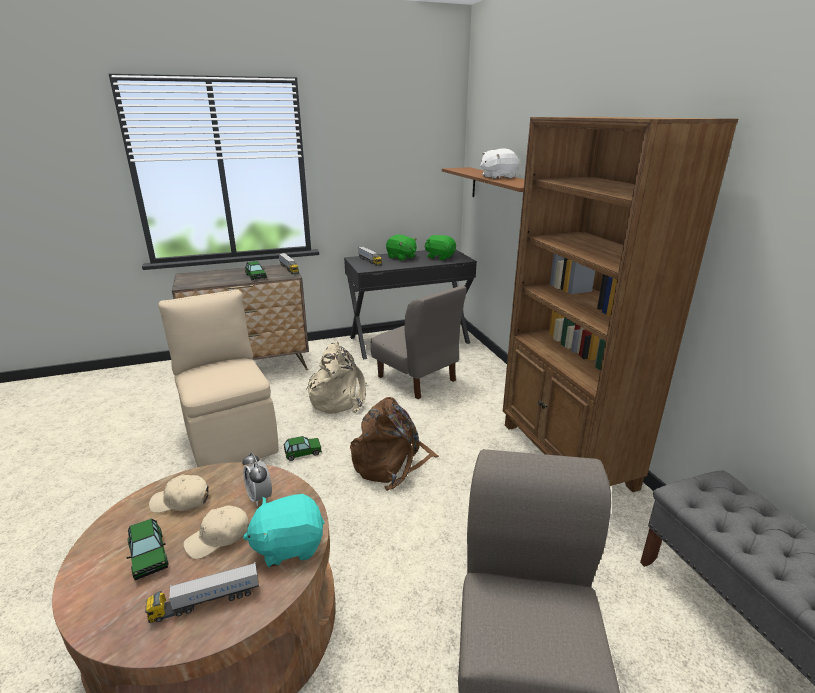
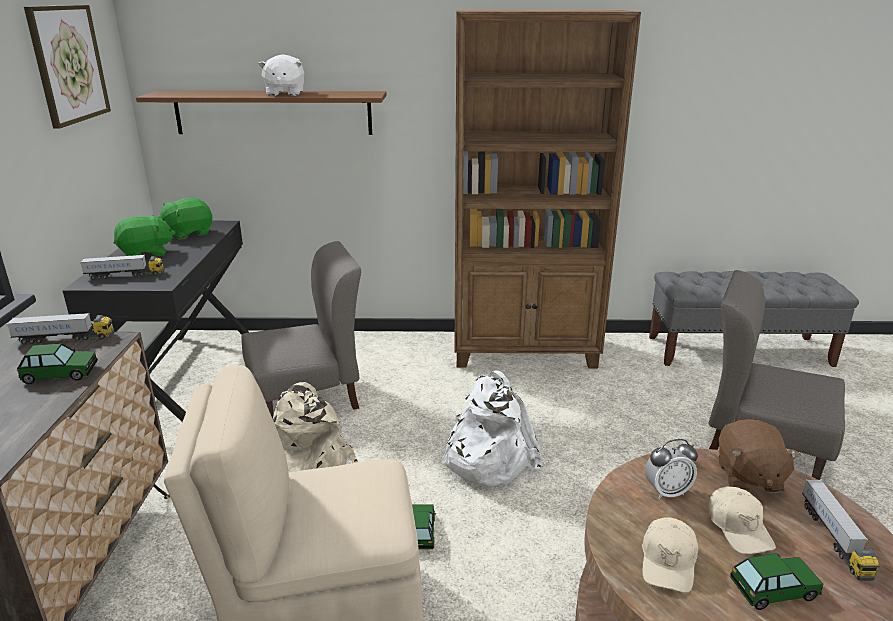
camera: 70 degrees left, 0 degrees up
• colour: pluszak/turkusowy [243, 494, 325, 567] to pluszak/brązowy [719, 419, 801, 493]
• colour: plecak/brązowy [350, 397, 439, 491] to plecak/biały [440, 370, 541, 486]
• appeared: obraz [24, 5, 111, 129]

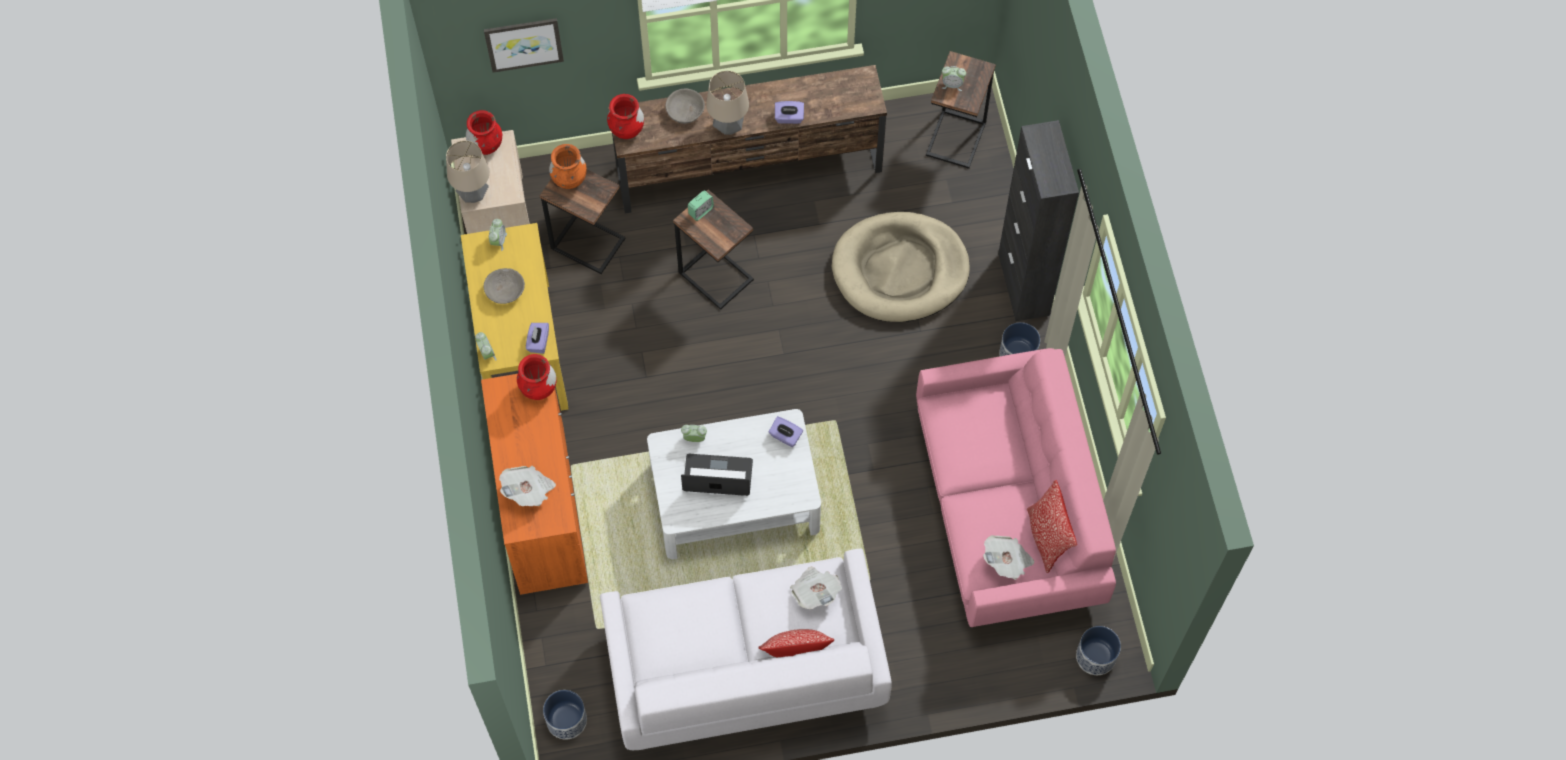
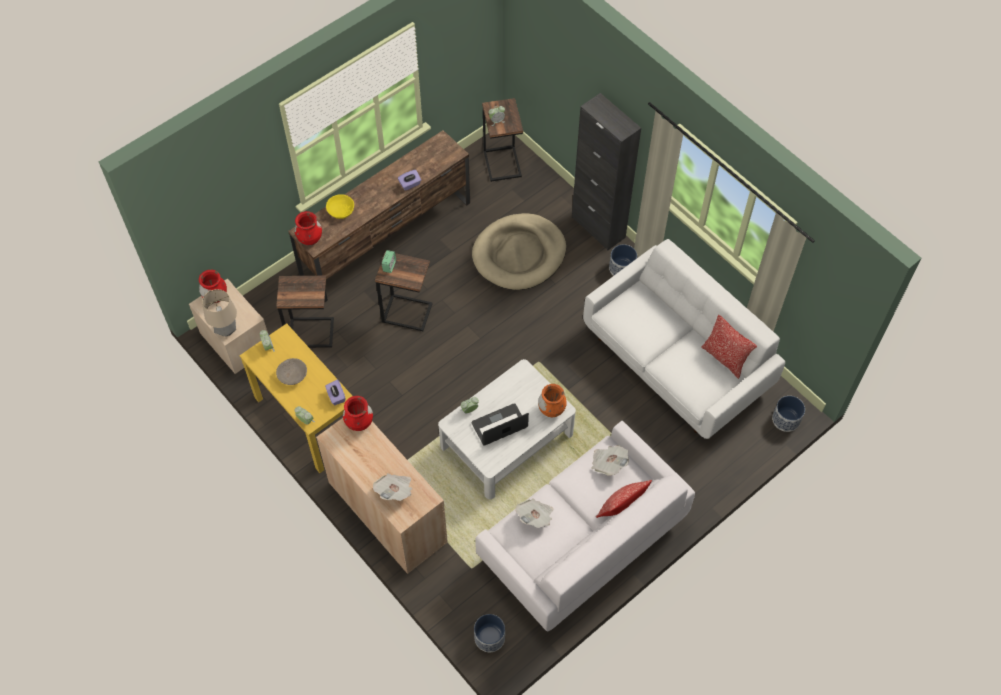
camera: 30 degrees left, 5 degrees down
• colour: szafka/pomarańczowy [481, 374, 588, 595] to szafka/beżowy [316, 418, 448, 574]
• missing: obraz [484, 18, 564, 73]
• relocated: wazon/pomarańczowy [549, 144, 587, 189] to [538, 384, 567, 417]
• colour: miska/szary [665, 89, 705, 124] to miska/żółty [326, 194, 354, 219]
• missing: lampa stołowa [706, 71, 749, 135]
• missing: pudełko chusteczek/fioletowy [769, 416, 803, 447]
• colour: kanapa/różowy [916, 348, 1116, 627] to kanapa/biały [583, 239, 785, 439]
• relocated: gazeta [983, 535, 1034, 579] to [515, 498, 554, 528]

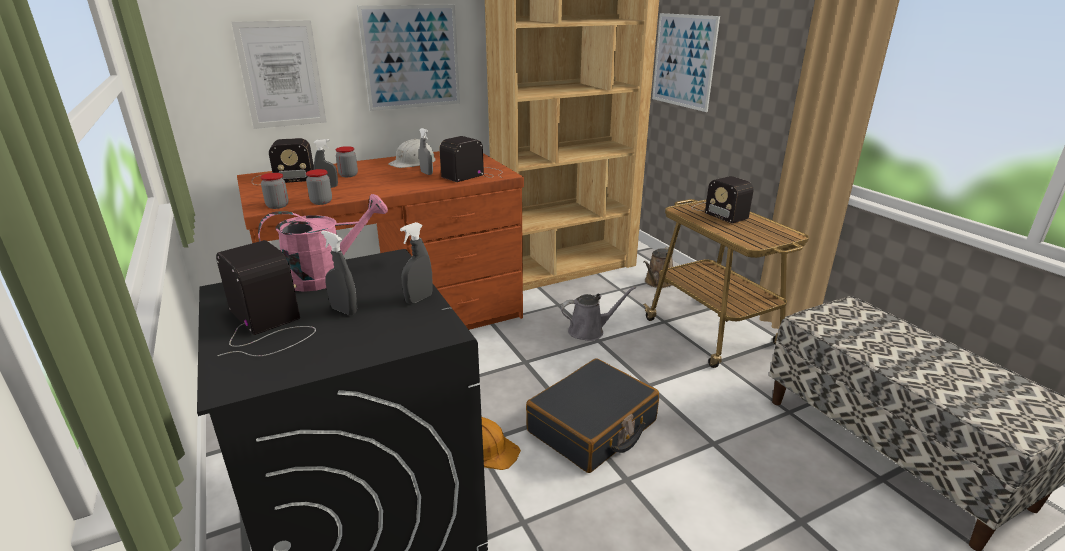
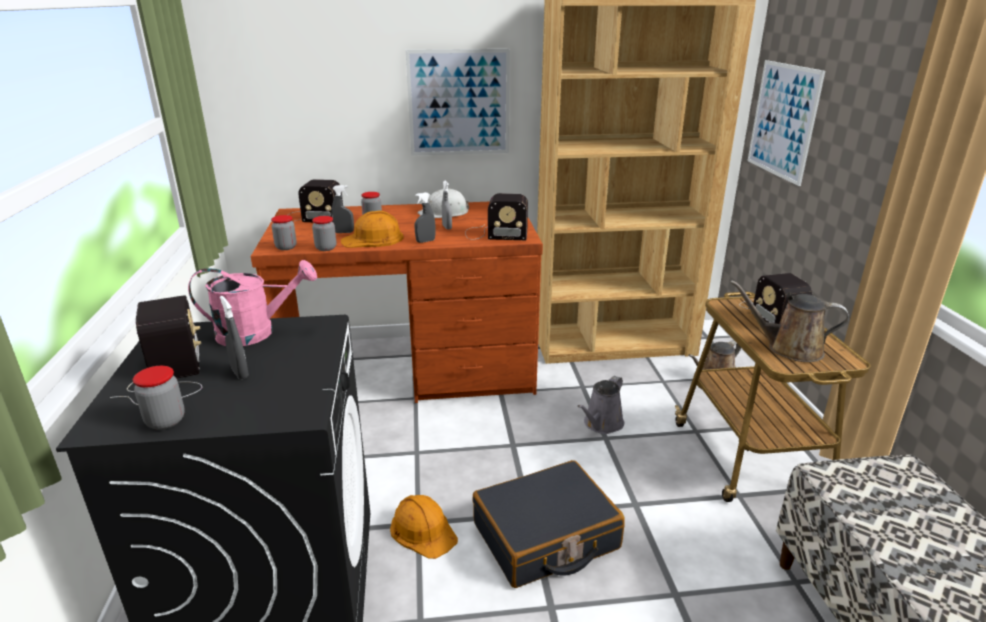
camera: 20 degrees right, 0 degrees up
• missing: obraz [232, 20, 326, 129]
• relocated: spryskiwacz/szary [400, 222, 433, 304] to [415, 192, 435, 243]
• spun: radio [439, 136, 502, 182] = [465, 193, 528, 240] 150 degrees counterclockwise
• spun: konewka/szary [561, 286, 636, 341] = [577, 376, 624, 434] 120 degrees clockwise
• appeared: słoik [133, 366, 185, 430]
• appeared: kask/pomarańczowy [341, 211, 404, 248]
• appeared: konewka/brązowy [730, 280, 849, 362]

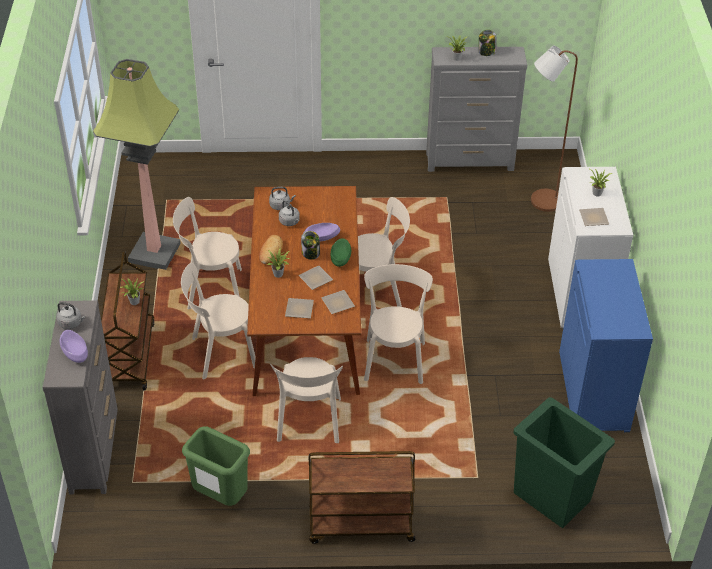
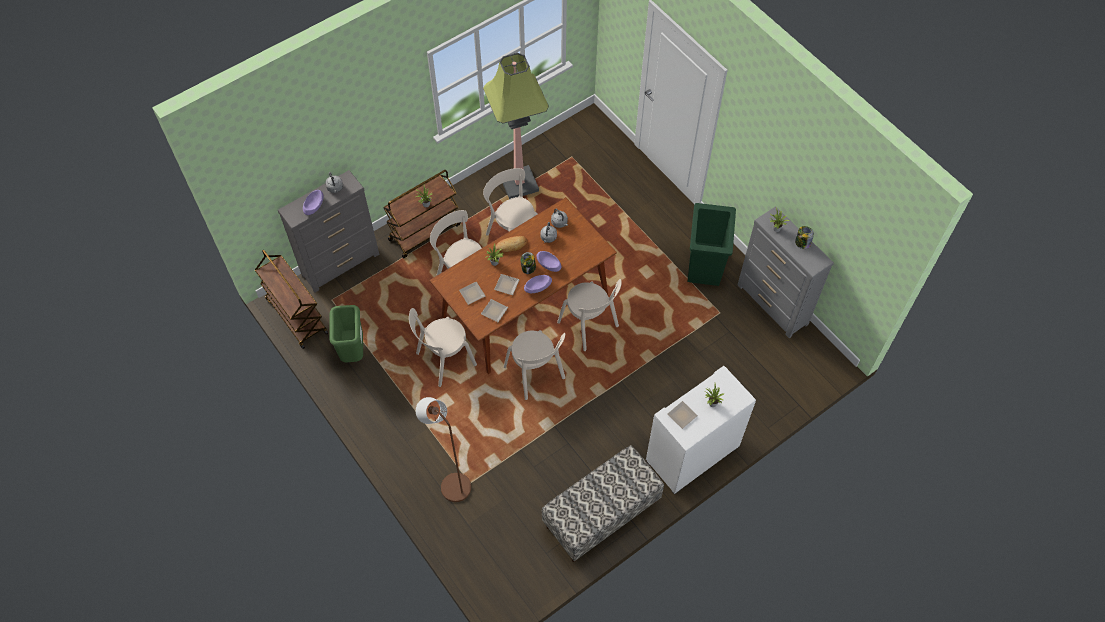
camera: 55 degrees right, 15 degrees up
• relocated: wózek/brązowy [309, 451, 415, 544] to [255, 250, 328, 349]
• colour: miska/zielony [331, 238, 351, 267] to miska/fioletowy [524, 275, 552, 293]
• spun: krzesło/beżowy [364, 264, 433, 384] = [504, 330, 565, 400] 90 degrees clockwise
• relocated: kosz na śmieci/zielony [514, 397, 615, 528] to [688, 203, 736, 286]
• relocated: lampa stojąca/brązowy [531, 46, 578, 212] to [416, 397, 471, 502]
• exchanged: szafka/niebieski [559, 259, 653, 432] to ławka [542, 445, 664, 562]

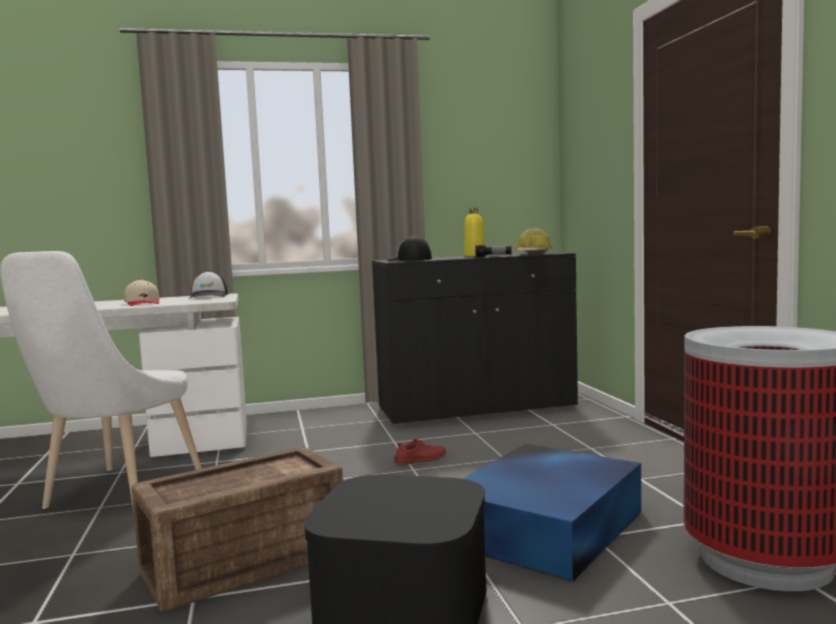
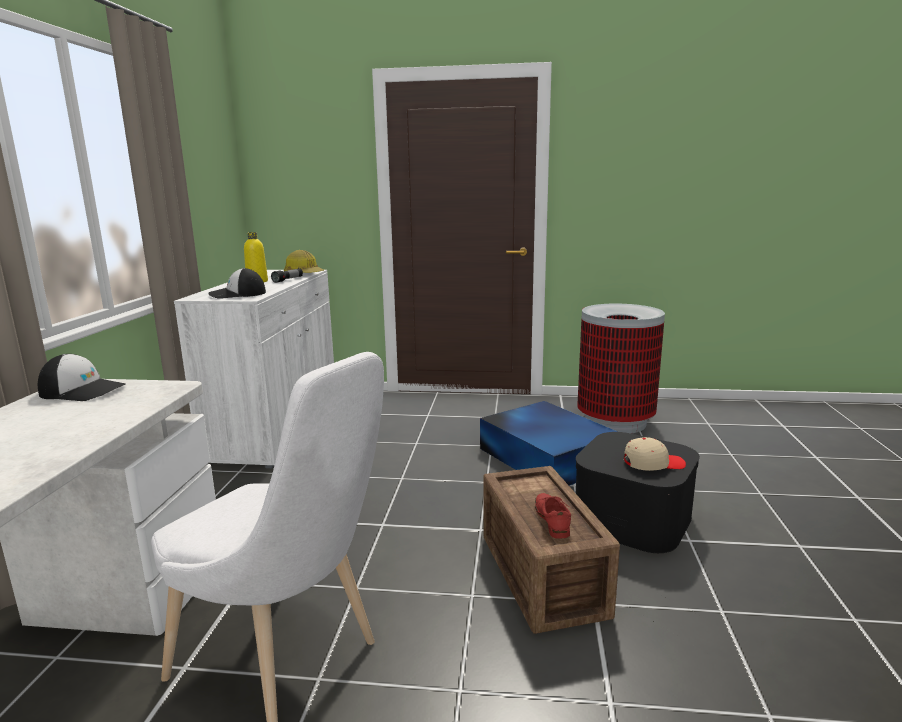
camera: 70 degrees left, 10 degrees up
• relocated: czapka z daszkiem/beżowy [124, 279, 159, 306] to [624, 437, 686, 471]
• colour: szafka/czarny [372, 252, 578, 427] to szafka/biały [174, 270, 334, 468]
• relocated: but/czerwony [394, 439, 446, 465] to [535, 493, 571, 539]

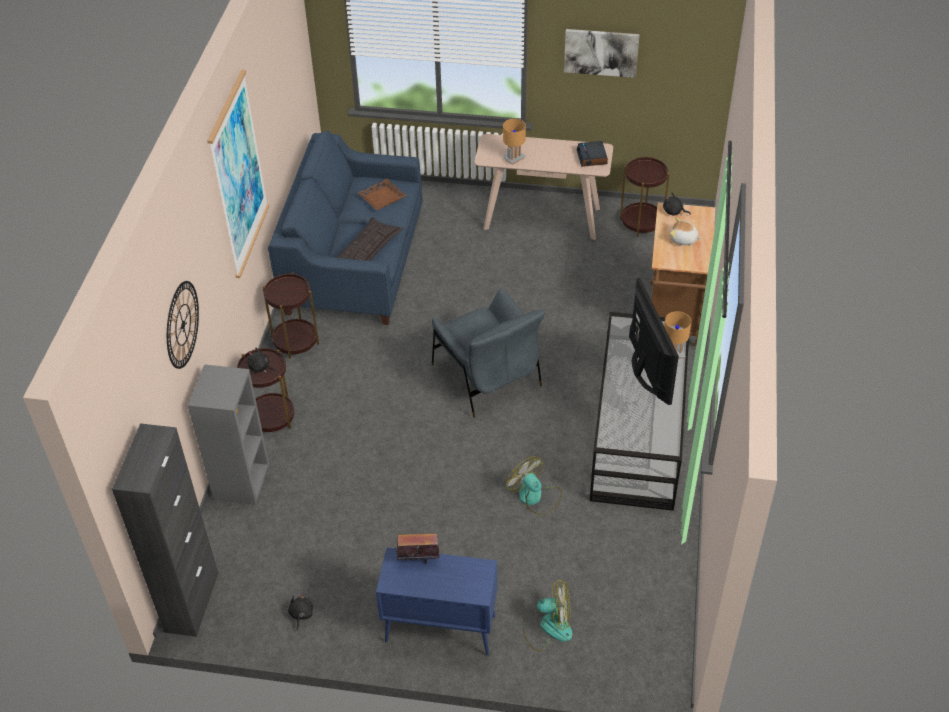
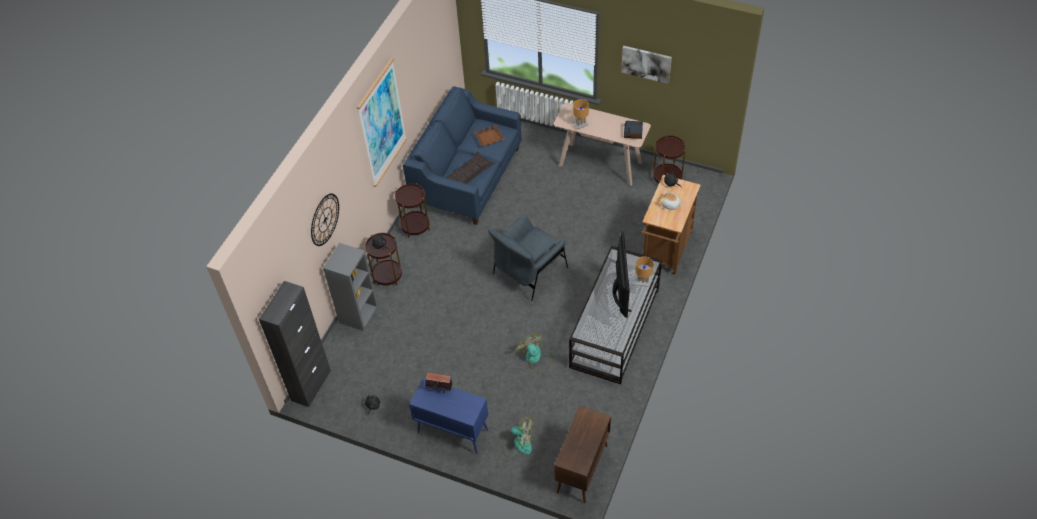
camera: 15 degrees right, 5 degrees up
• spun: fotel/szary [432, 288, 546, 418] = [488, 214, 568, 301] 60 degrees clockwise
• appeared: szafka/brązowy [554, 405, 611, 503]

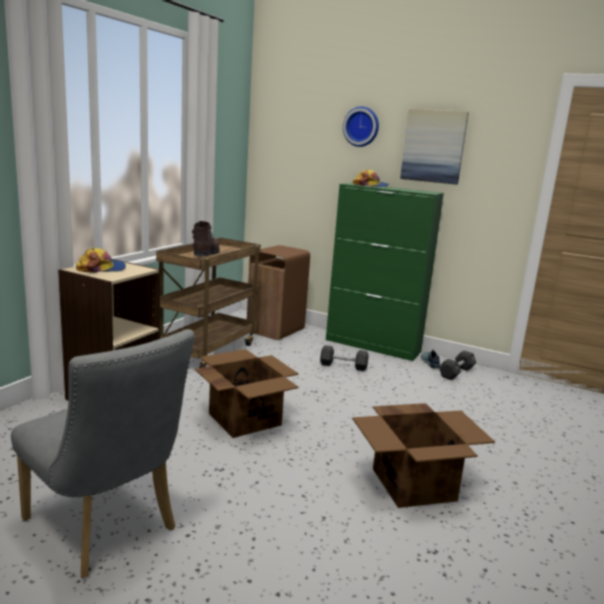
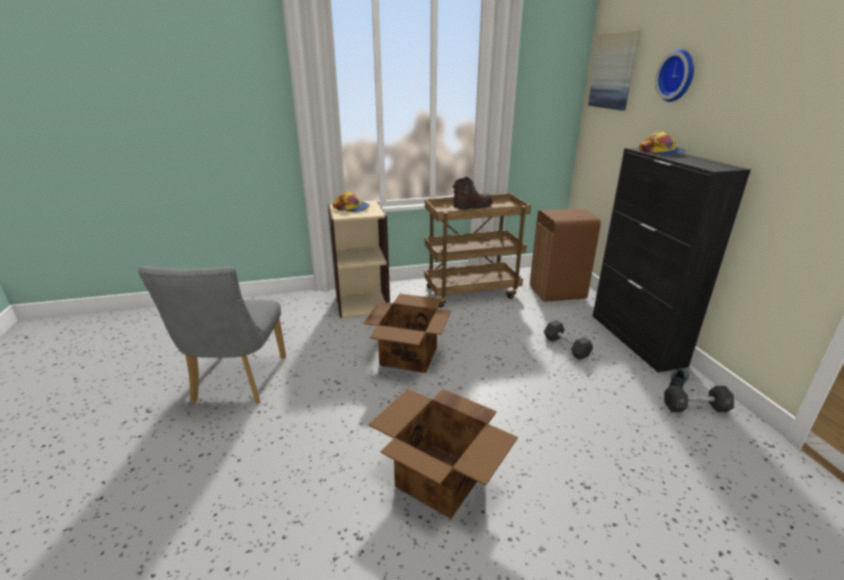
camera: 50 degrees right, 10 degrees up
• colour: szafka/zielony [326, 183, 444, 361] to szafka/czarny [593, 147, 751, 372]
• relocated: obraz [400, 109, 469, 185] to [588, 31, 640, 110]

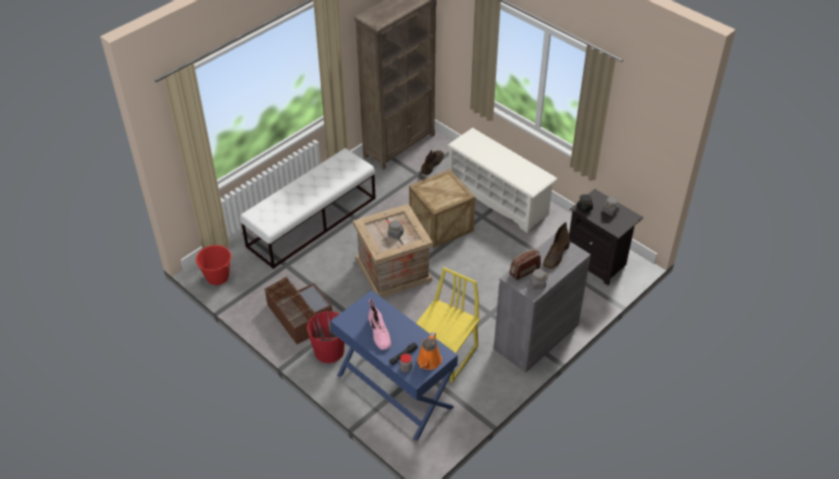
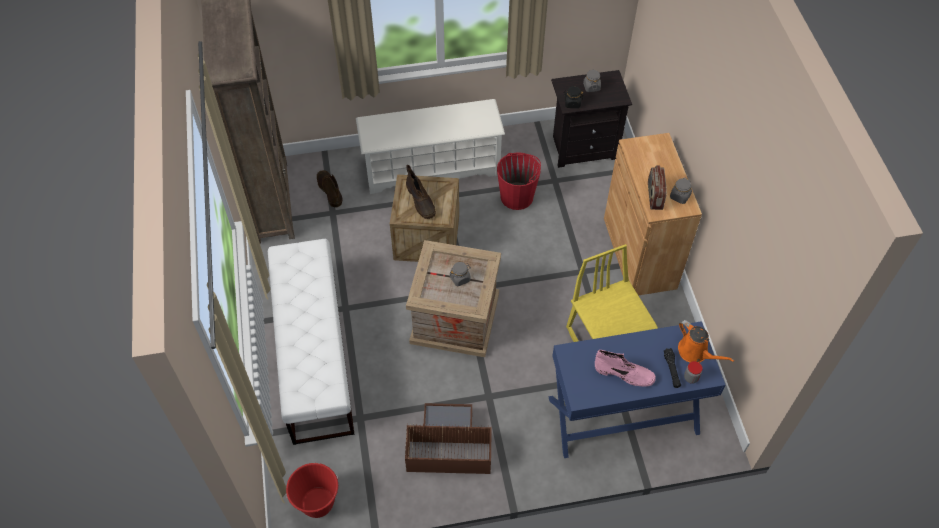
camera: 55 degrees left, 10 degrees up
• relocated: wiadro/czerwony [307, 311, 345, 363] to [497, 152, 541, 210]
• colour: szafka/szary [494, 233, 591, 373] to szafka/brązowy [604, 133, 702, 296]
• relocated: but z cholewką/brązowy [543, 222, 570, 269] to [406, 165, 436, 219]

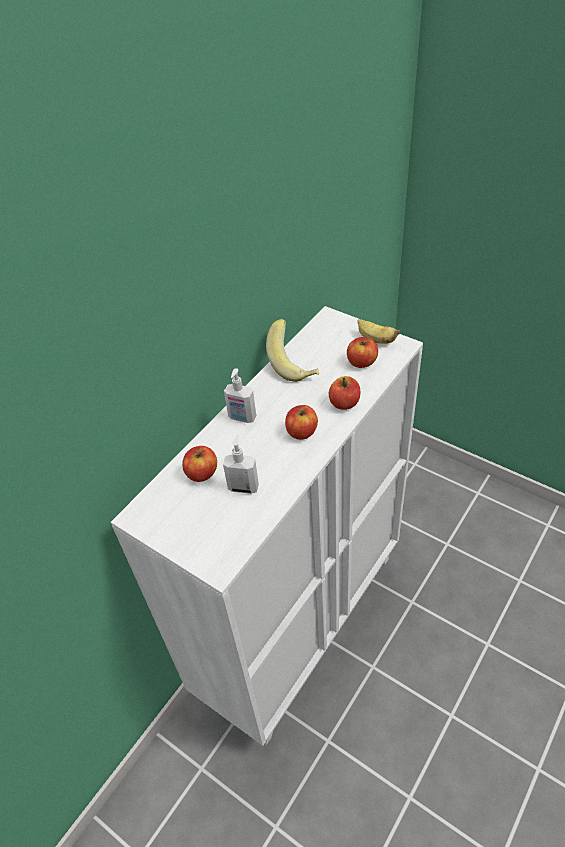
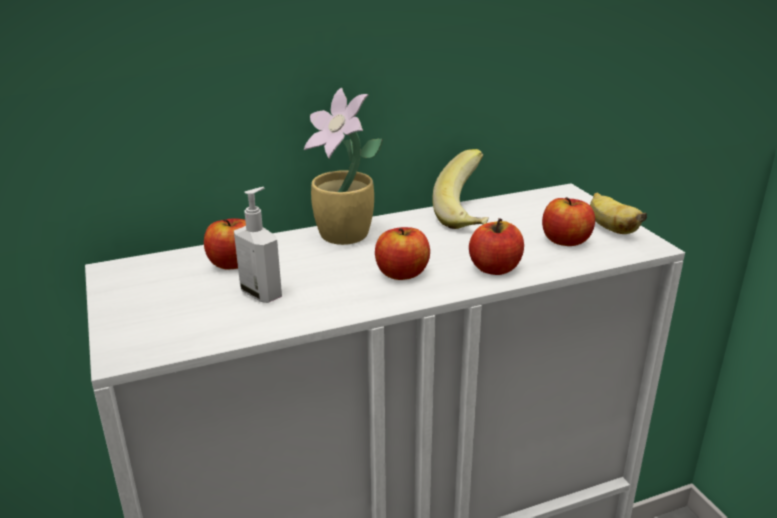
camera: 30 degrees right, 20 degrees down
• exchanged: dozownik mydła [224, 368, 256, 423] to roślina doniczkowa [304, 87, 383, 245]

